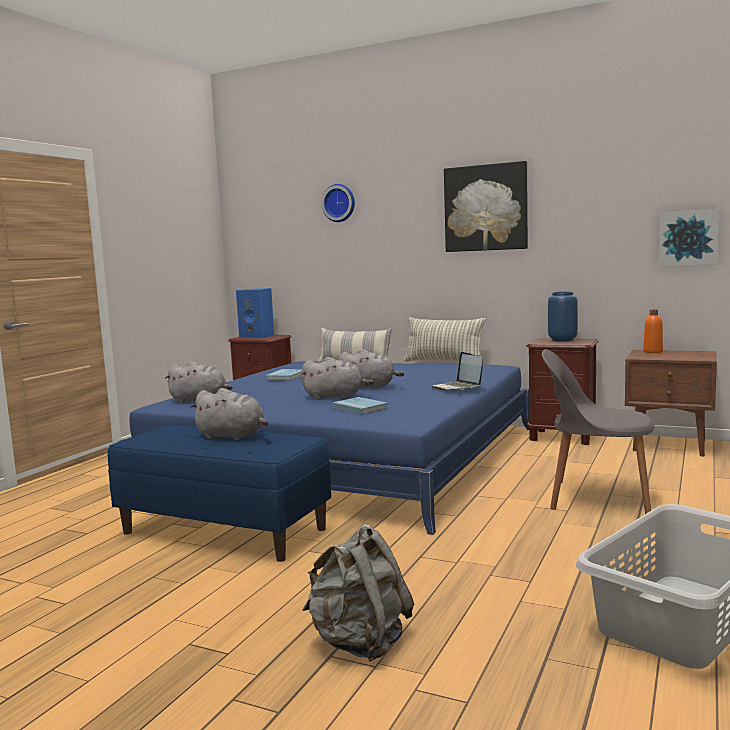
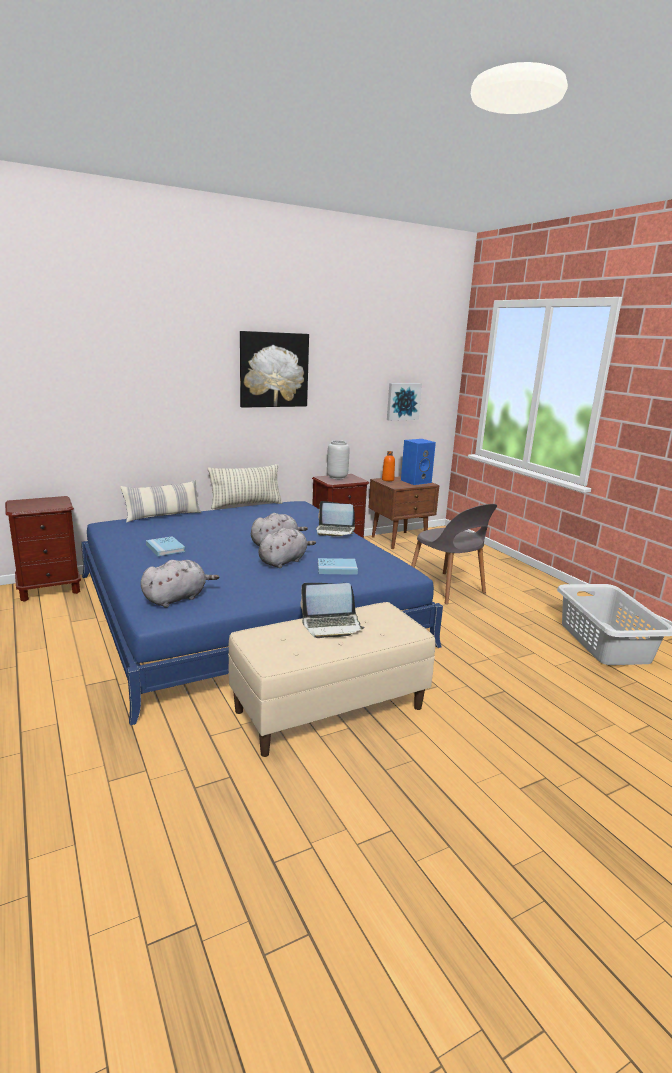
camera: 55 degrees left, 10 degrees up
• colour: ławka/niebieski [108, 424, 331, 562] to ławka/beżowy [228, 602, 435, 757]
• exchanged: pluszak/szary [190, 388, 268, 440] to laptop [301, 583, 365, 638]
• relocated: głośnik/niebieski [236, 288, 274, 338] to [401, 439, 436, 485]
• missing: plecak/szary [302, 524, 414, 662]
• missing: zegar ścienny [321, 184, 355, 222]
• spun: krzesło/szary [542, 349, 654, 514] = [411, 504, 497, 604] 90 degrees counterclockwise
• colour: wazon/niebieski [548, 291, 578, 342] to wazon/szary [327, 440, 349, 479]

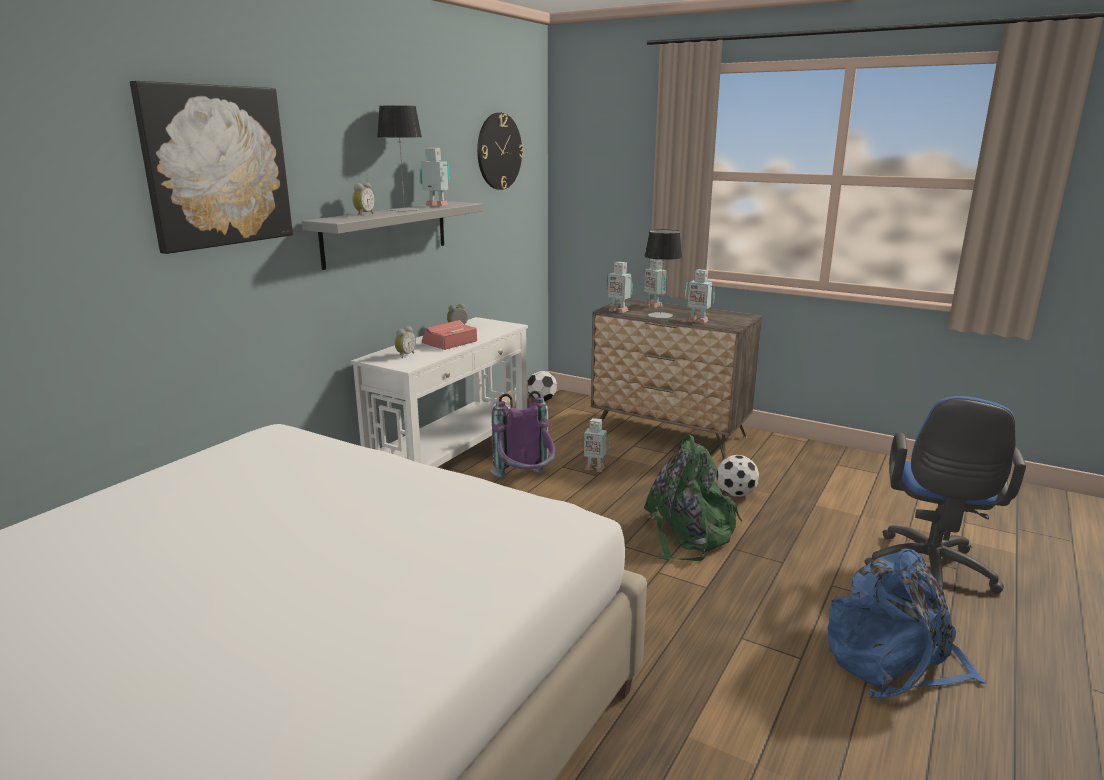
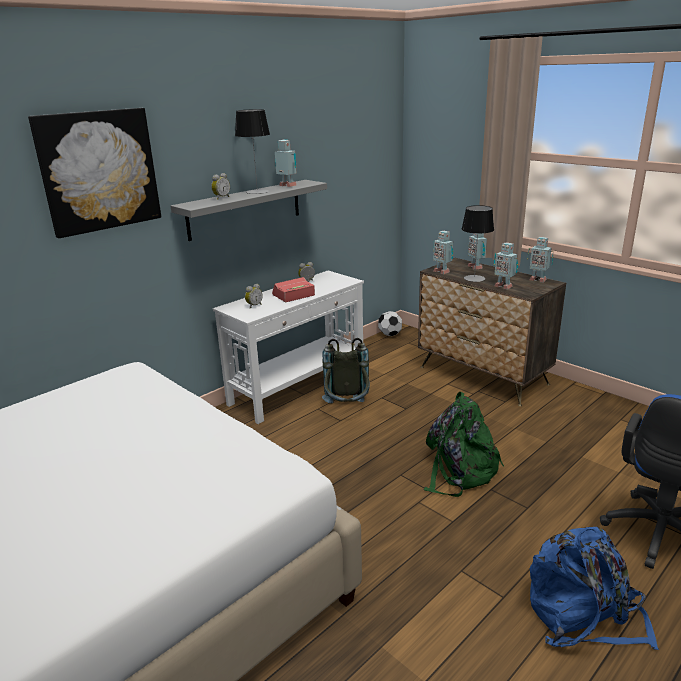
camera: 15 degrees right, 5 degrees up
• missing: zegar ścienny [477, 113, 524, 190]
• colour: plecak/fioletowy [490, 391, 555, 478] to plecak/szary [322, 338, 370, 403]
• relocated: robot zabawkowy [580, 418, 610, 472] to [527, 237, 553, 282]
• missing: piłka futbolowa [716, 455, 759, 497]

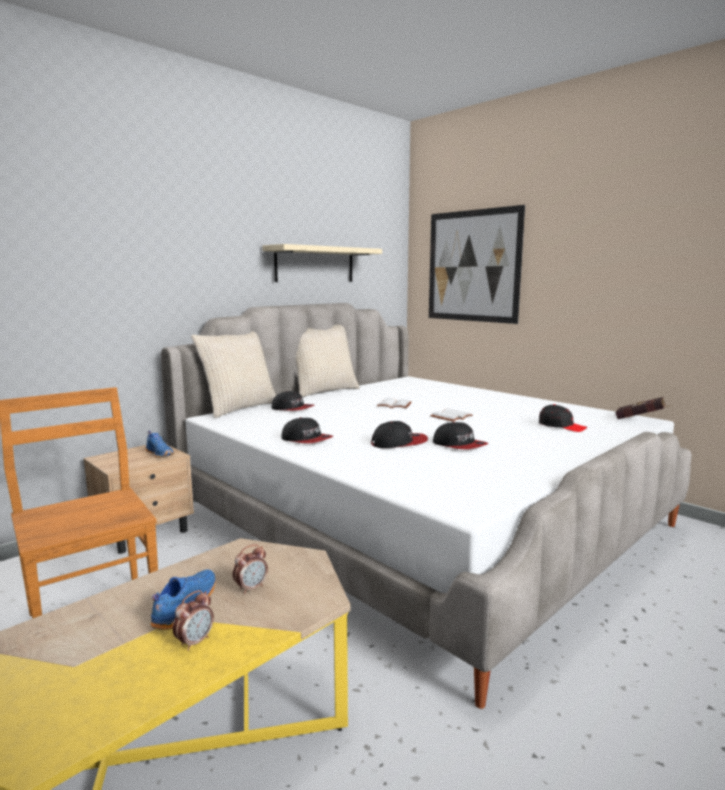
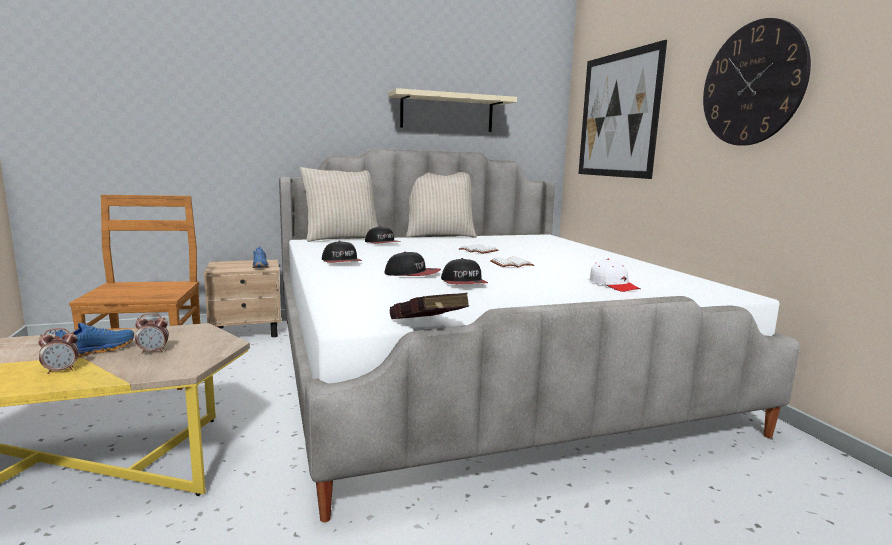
camera: 25 degrees right, 0 degrees up
• colour: czapka z daszkiem/czarny [539, 404, 587, 432] to czapka z daszkiem/biały [590, 259, 641, 292]
• relocated: książka/czerwony [615, 397, 673, 419] to [390, 293, 469, 319]
• appeared: zegar ścienny [703, 18, 811, 146]

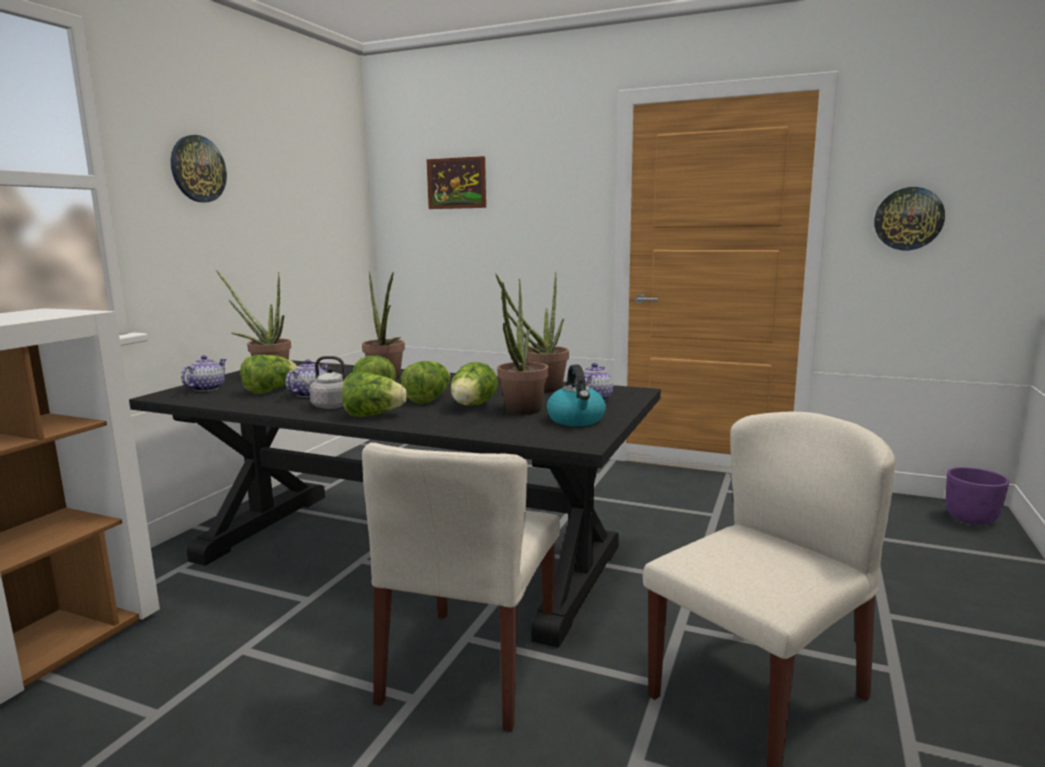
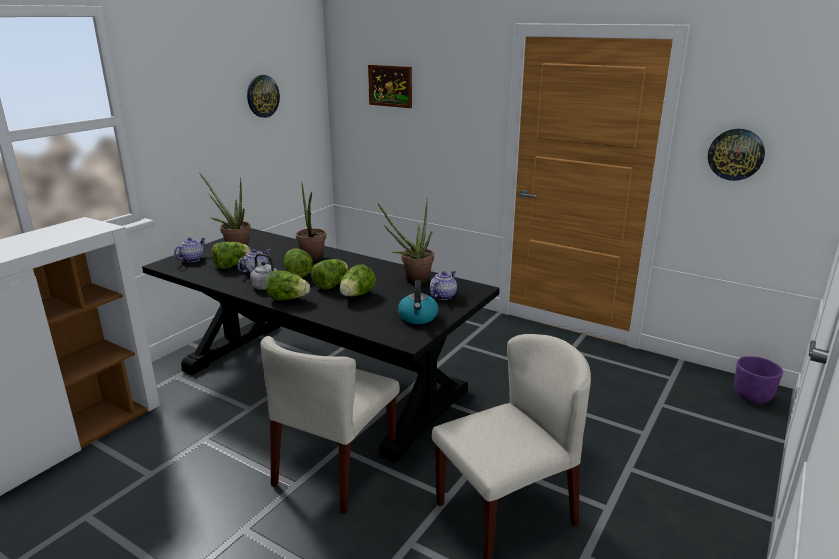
camera: 10 degrees right, 10 degrees up
• relocated: zegar ścienny [171, 135, 227, 202] to [247, 75, 280, 118]
• missing: roślina doniczkowa [497, 279, 549, 415]

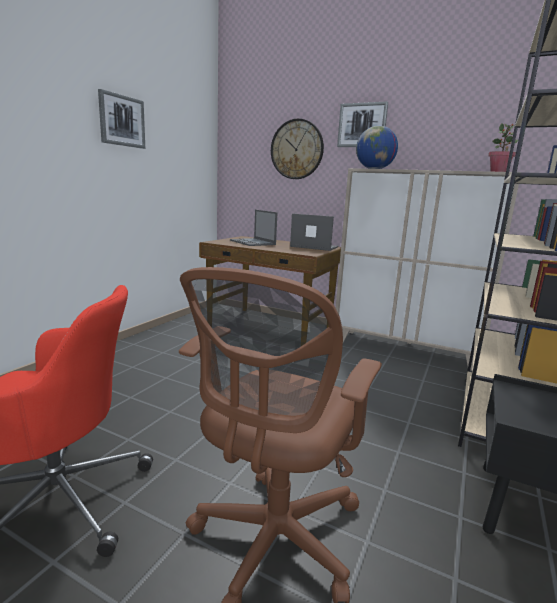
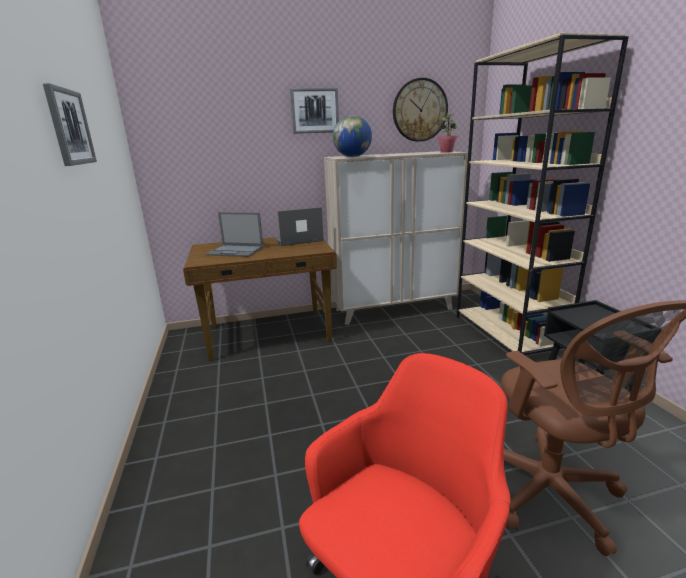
camera: 40 degrees left, 5 degrees up
• relocated: zegar ścienny [271, 119, 324, 179] to [393, 78, 448, 142]

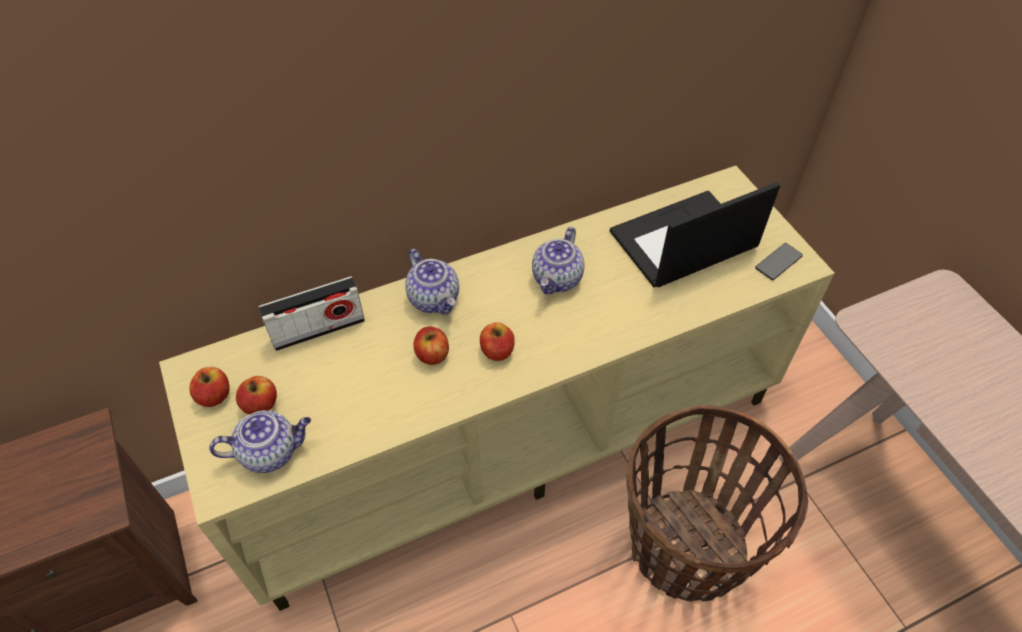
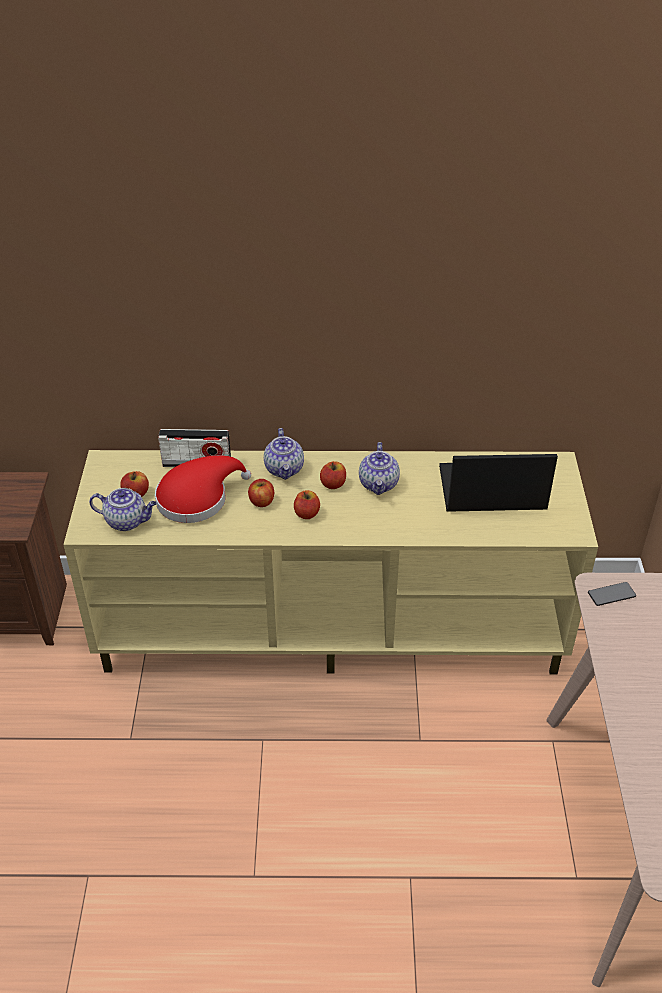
camera: 25 degrees right, 10 degrees down
• relocated: jabłko [189, 367, 229, 407] to [320, 461, 346, 489]
• spun: imbryk [532, 227, 584, 294] = [359, 442, 400, 495] 45 degrees counterclockwise
• missing: koszyk [627, 405, 808, 602]
• relocated: telefon [755, 243, 803, 280] to [588, 582, 636, 606]
• appeared: kapelusz/czerwony [155, 455, 251, 523]

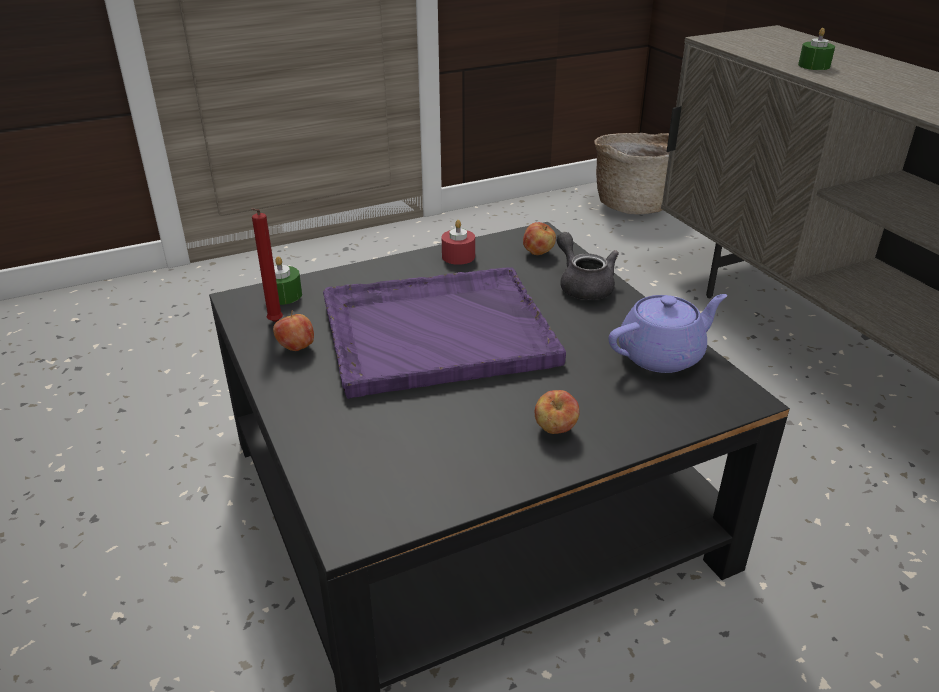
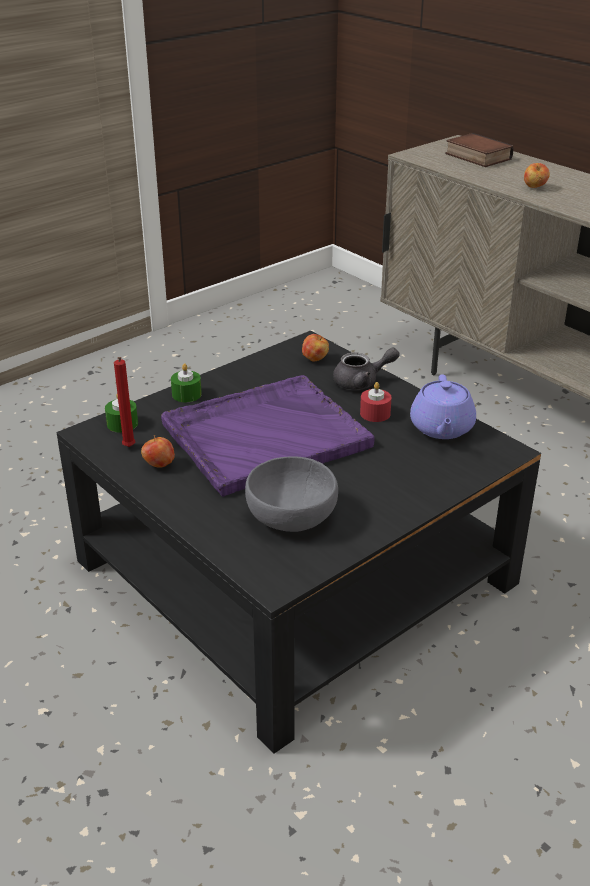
camera: 15 degrees left, 0 degrees up
• relocated: świeca/czerwony [442, 220, 475, 265] to [360, 382, 391, 422]
• relocated: jabłko [534, 390, 579, 434] to [524, 163, 550, 188]
• spun: imbryk/szary [557, 232, 619, 300] = [333, 347, 400, 390] 120 degrees clockwise
• missing: koszyk [594, 133, 670, 214]
• spun: imbryk/fioletowy [609, 294, 727, 373] = [410, 374, 476, 439] 135 degrees clockwise
• relocated: świeca/zielony [798, 28, 835, 70] to [171, 363, 202, 402]
• appeared: miska/szary [245, 456, 338, 532]
• appeared: książka [445, 133, 514, 167]

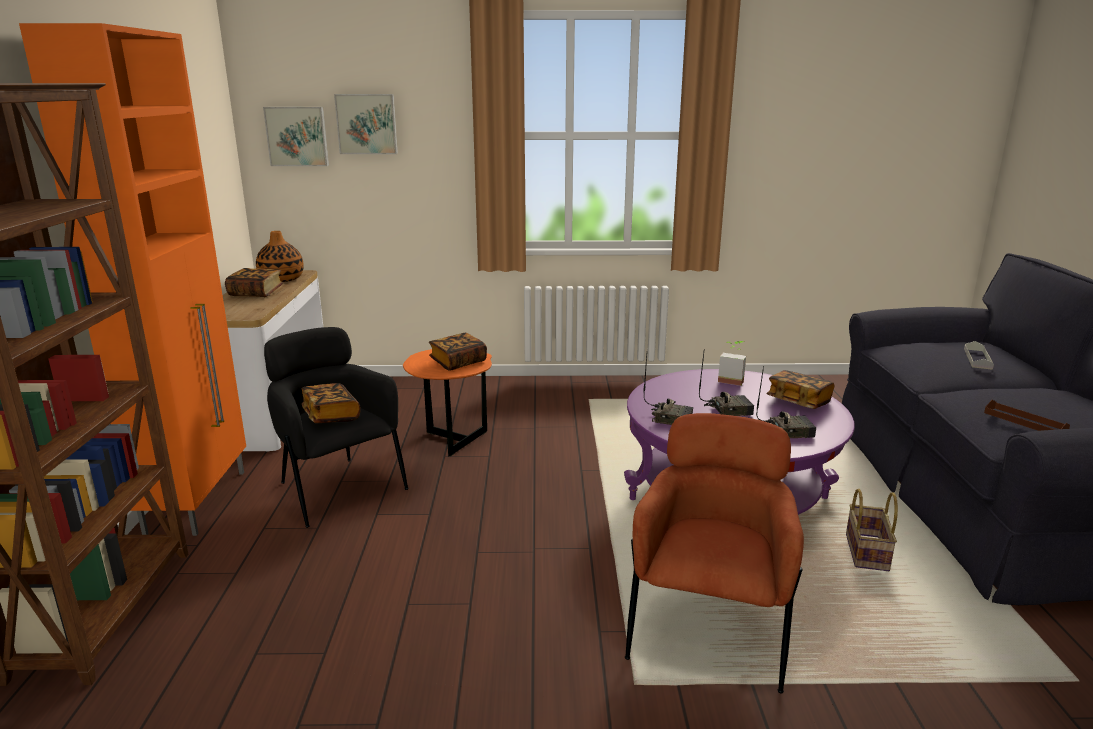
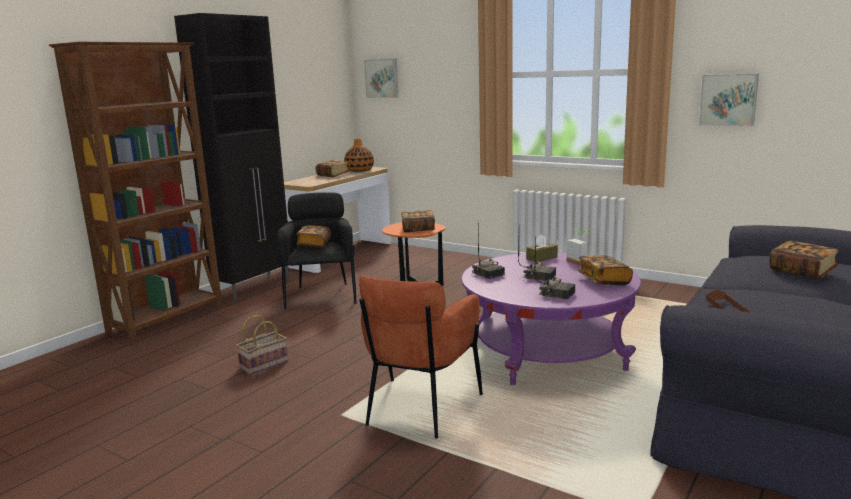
camera: 35 degrees right, 5 degrees down
• colour: szafka/pomarańczowy [19, 23, 246, 536] to szafka/czarny [174, 13, 289, 301]
• relocated: obraz [334, 94, 398, 154] to [699, 73, 759, 126]
• spun: fotel/brązowy [625, 413, 804, 693] = [359, 275, 483, 438] 150 degrees clockwise
• relocated: koszyk [846, 489, 898, 571] to [236, 315, 288, 375]
• exchanged: taca/szary [964, 341, 994, 370] to książka [770, 241, 839, 279]
• appeared: pudełko chusteczek/brązowy [526, 234, 558, 262]

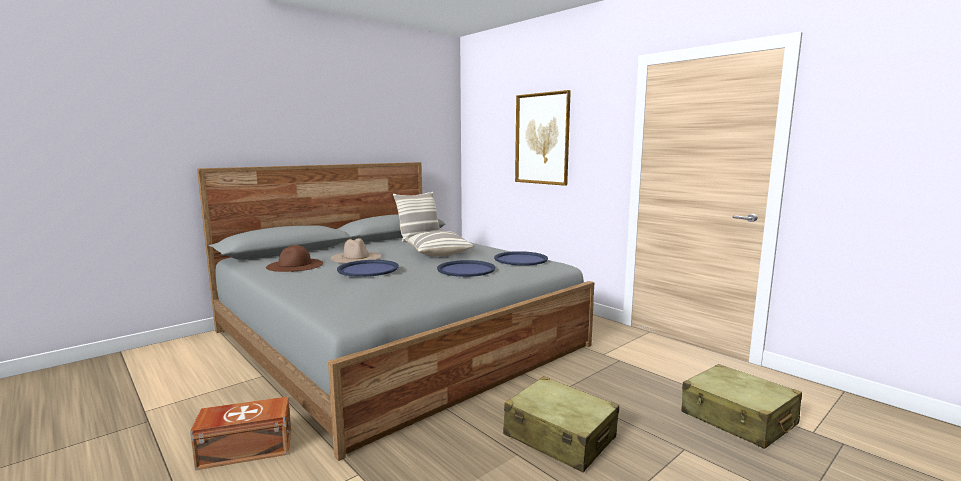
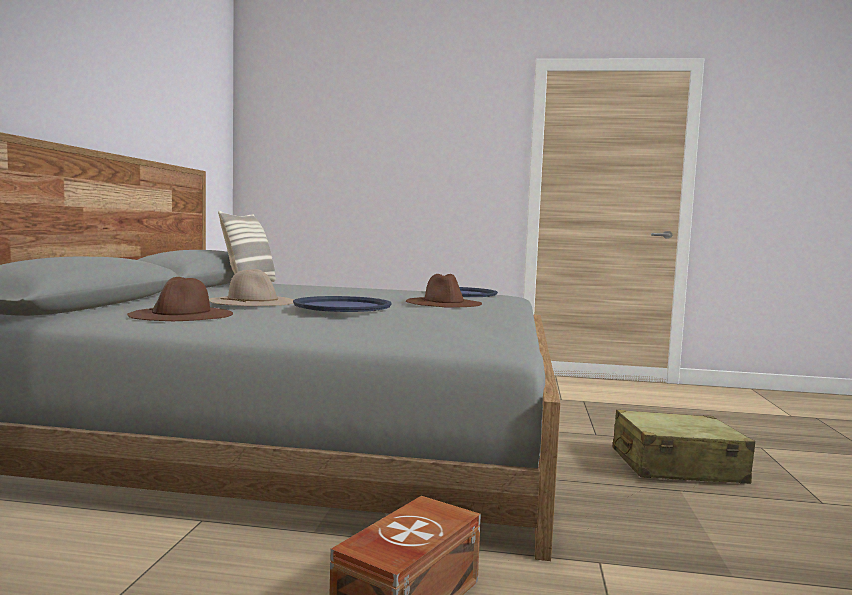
camera: 40 degrees left, 5 degrees down
• missing: poduszka [405, 231, 474, 256]
• exchanged: taca/niebieski [437, 260, 495, 277] to kapelusz/brązowy [406, 274, 482, 308]
• missing: obraz [515, 90, 571, 186]
• missing: walizka/beżowy [682, 364, 802, 449]

